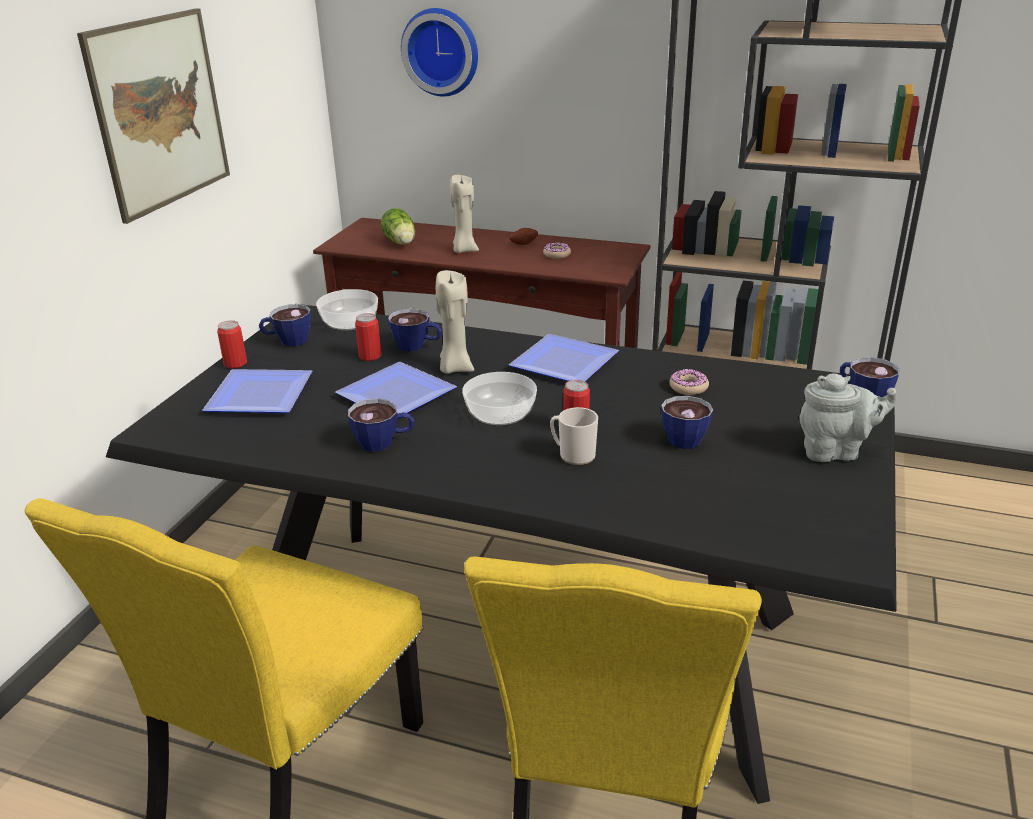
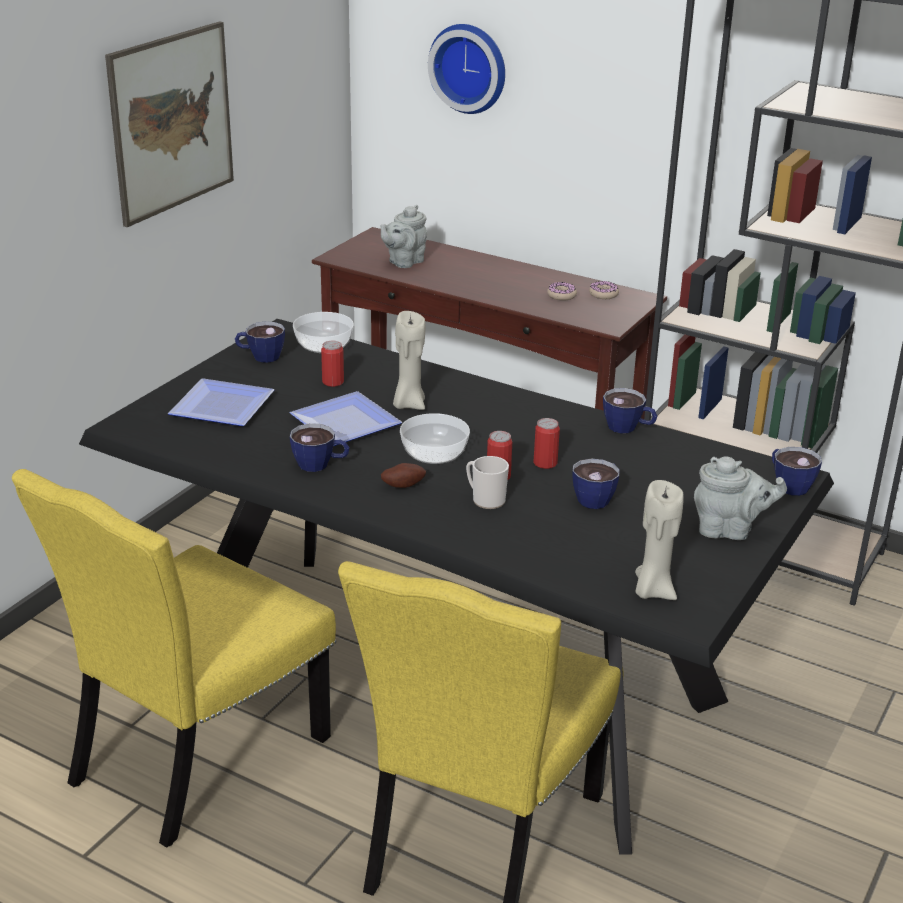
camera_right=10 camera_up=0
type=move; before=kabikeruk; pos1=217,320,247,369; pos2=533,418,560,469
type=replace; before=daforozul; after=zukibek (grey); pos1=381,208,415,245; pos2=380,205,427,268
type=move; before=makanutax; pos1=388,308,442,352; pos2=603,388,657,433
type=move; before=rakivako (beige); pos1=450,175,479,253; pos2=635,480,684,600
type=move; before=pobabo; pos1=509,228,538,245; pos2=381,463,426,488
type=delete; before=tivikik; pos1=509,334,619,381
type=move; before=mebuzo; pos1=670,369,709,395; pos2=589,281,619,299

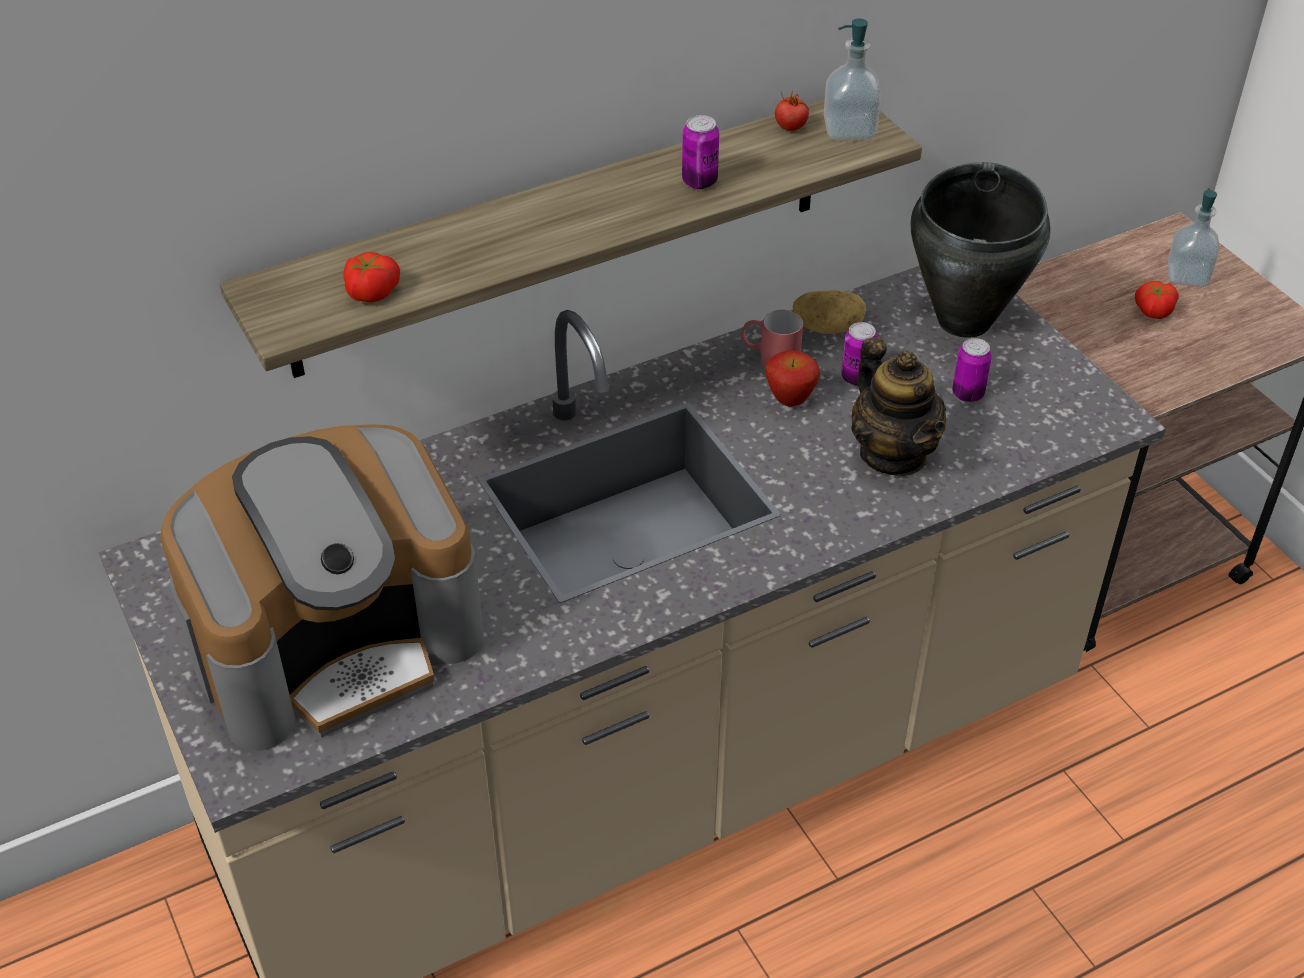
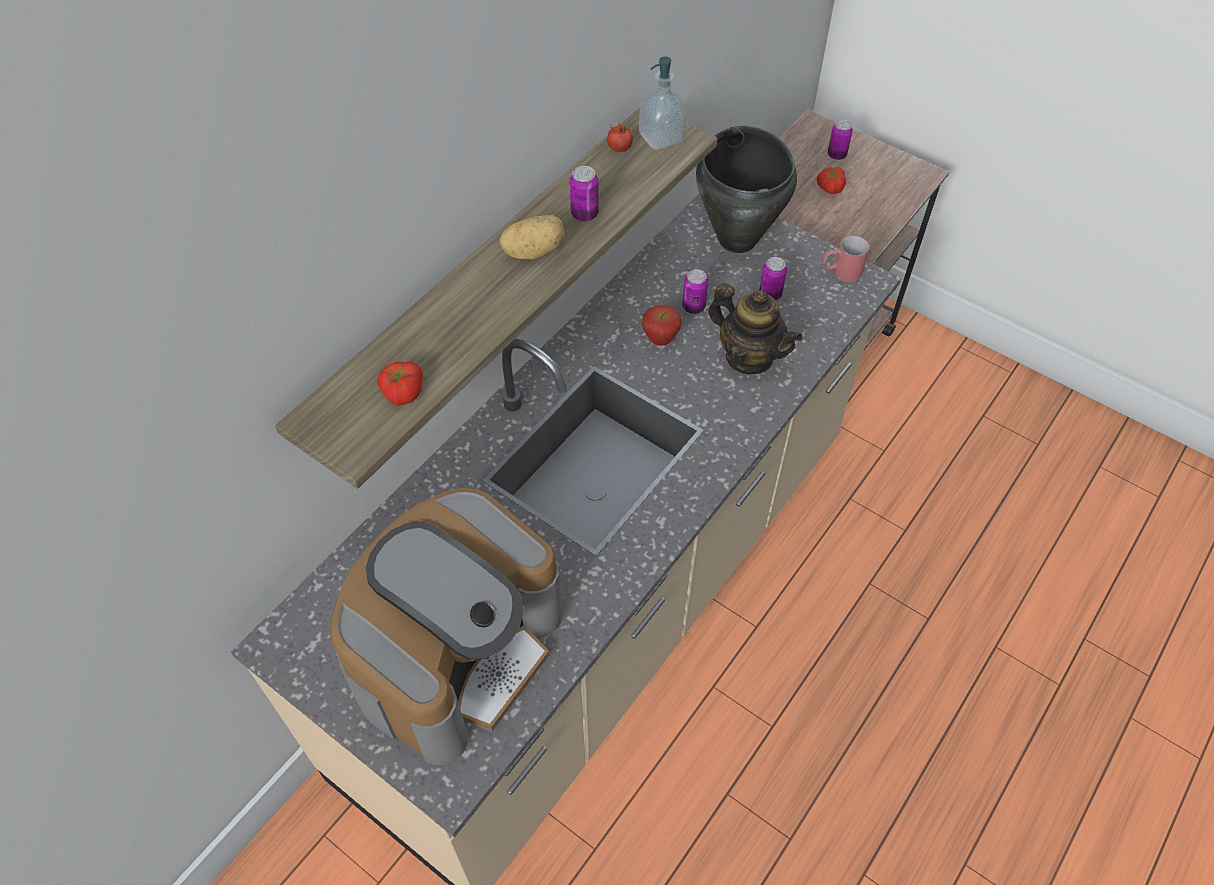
camera_right=-25 camera_up=10
type=move; before=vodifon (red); pos1=741,310,803,369; pos2=822,236,869,282
type=move; before=pobabo; pos1=793,290,866,334; pos2=499,215,565,259
type=replace; before=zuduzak; after=kabikeruk; pos1=1168,188,1219,287; pos2=828,120,853,160

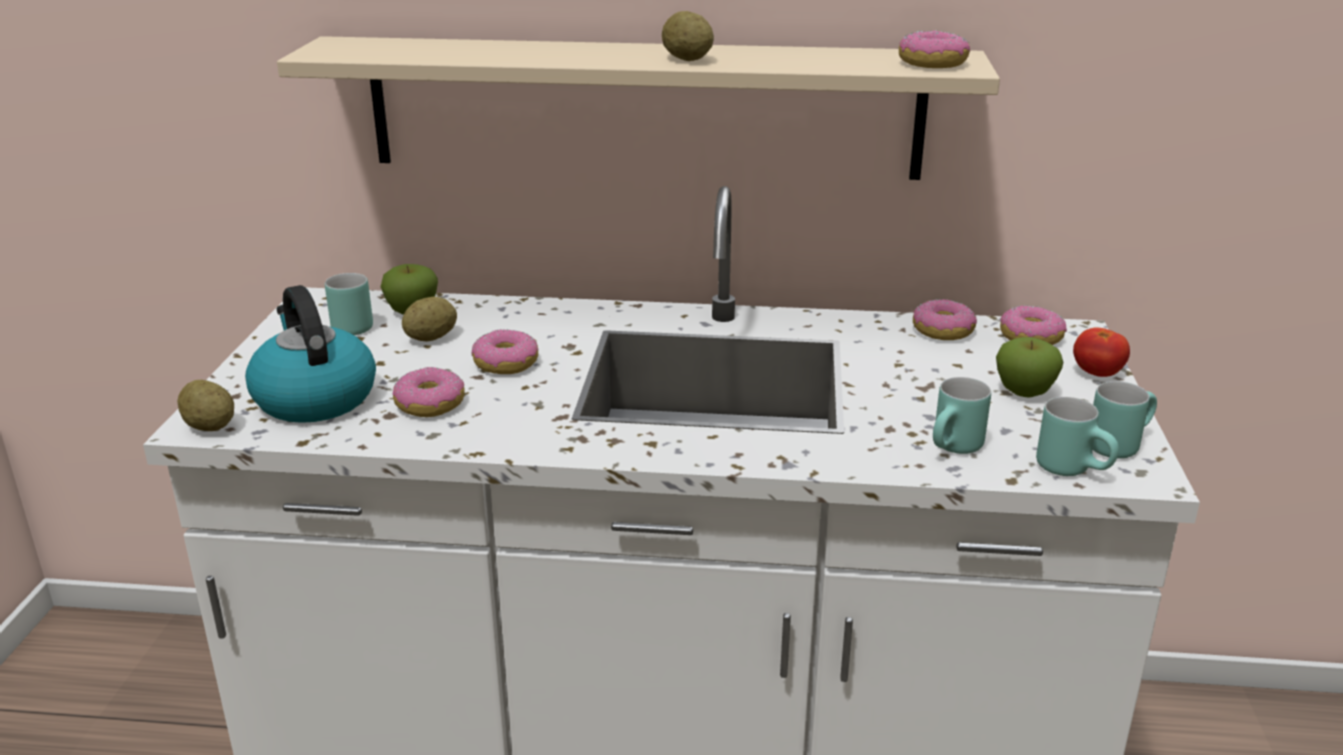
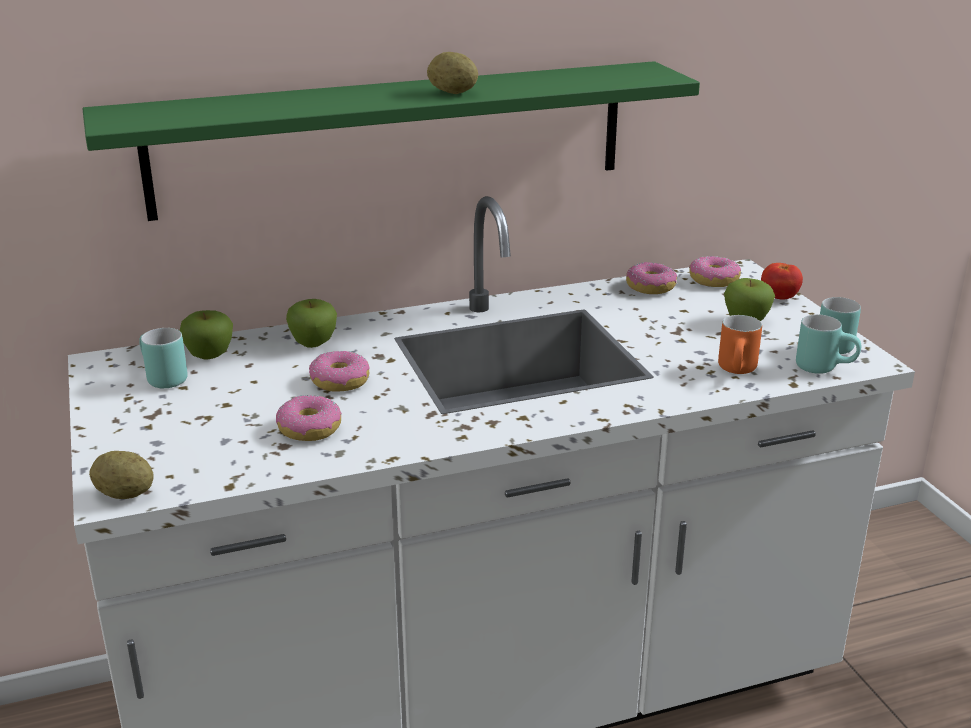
camera_right=-25 camera_up=0
type=delete; before=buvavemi; pos1=245,285,376,423
type=recolor; before=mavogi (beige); after=mavogi (green); pos1=277,36,1000,180; pos2=82,61,700,221
type=delete; before=pobabo; pos1=402,297,457,341
type=delete; before=mebuzo; pos1=899,30,970,68
type=recolor; before=vodifon (turquoise); after=vodifon (orange); pos1=933,377,991,454; pos2=718,315,762,374
type=insert; after=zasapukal; pos2=286,299,337,348

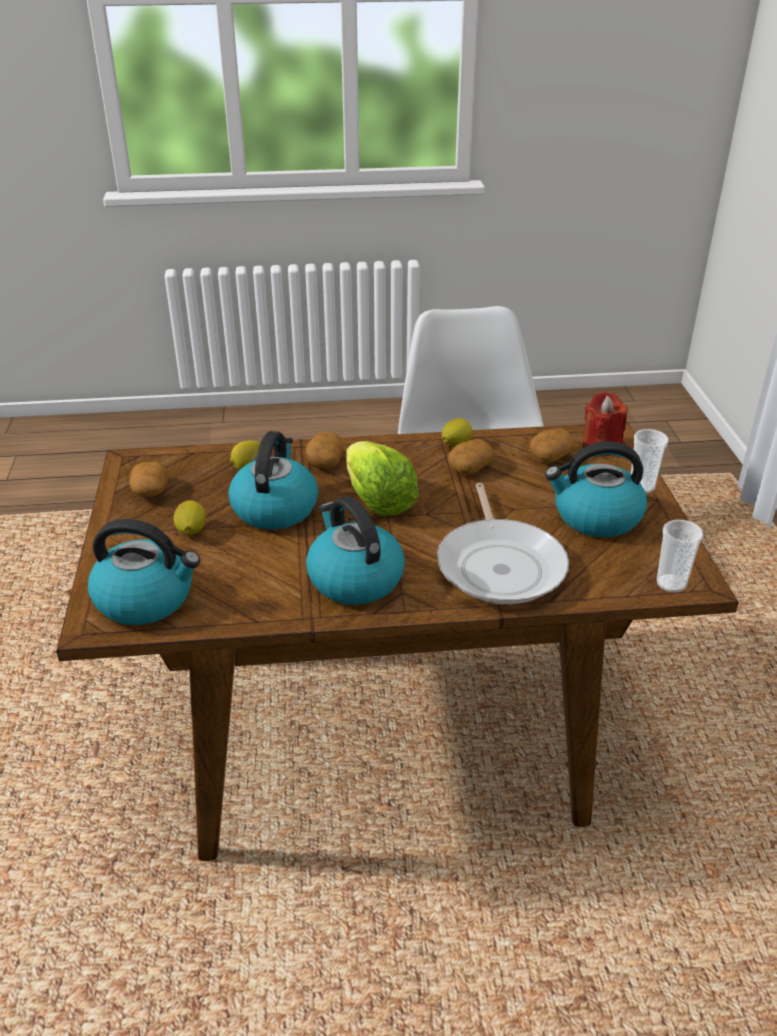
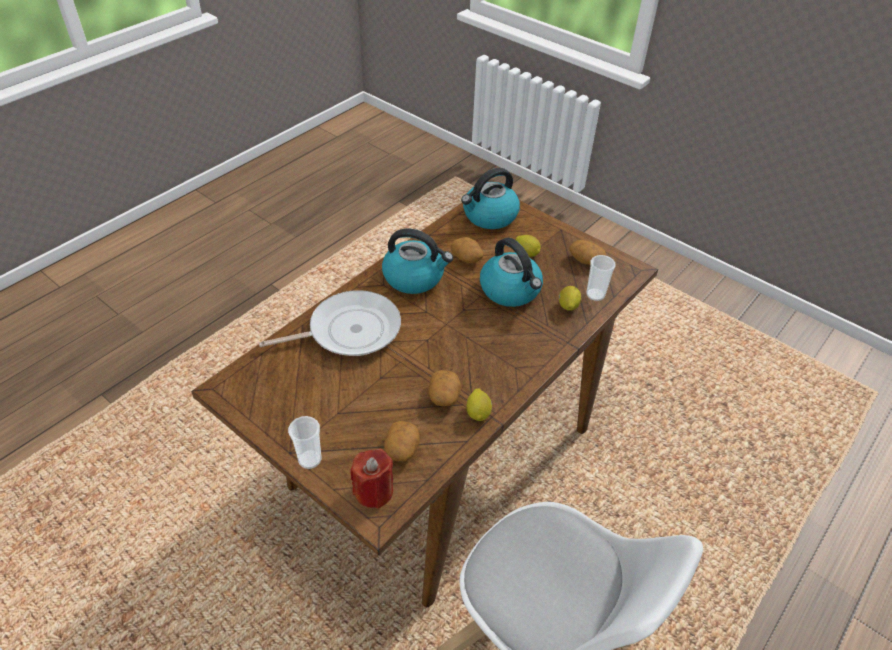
camera_right=135 camera_up=10
type=move; before=pobabo; pos1=306,432,344,468; pos2=451,237,484,264
type=delete; before=daforozul; pos1=346,441,419,516
type=rotate; before=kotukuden; pos1=437,483,569,604; pos2=259,290,401,356; turn=120
type=delete; before=buvavemi; pos1=545,442,647,537
type=move; before=makanutax; pos1=657,520,703,593; pos2=587,255,616,301

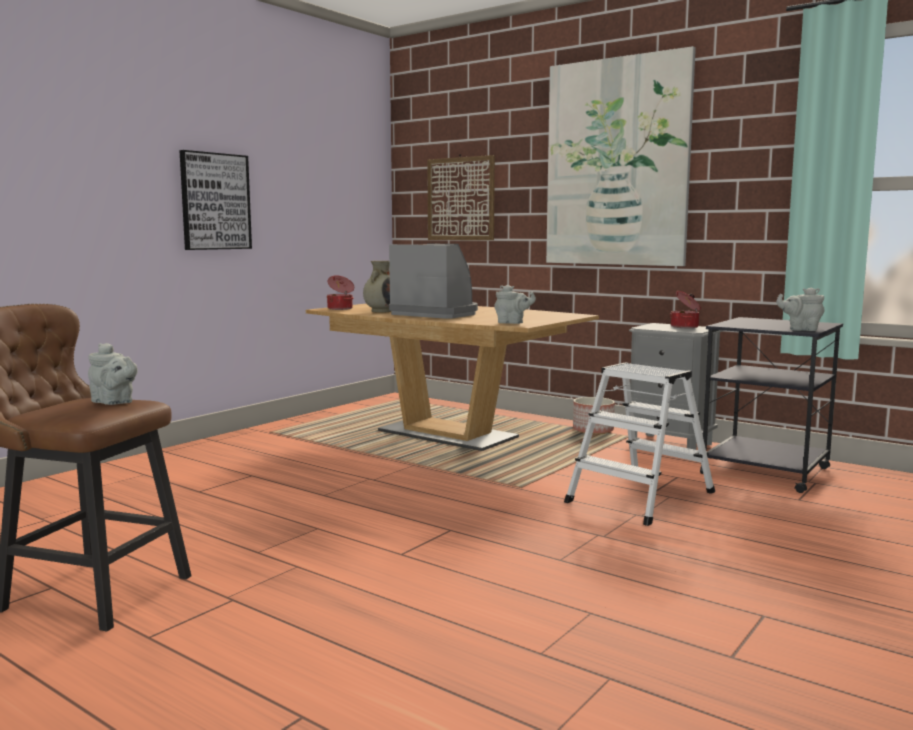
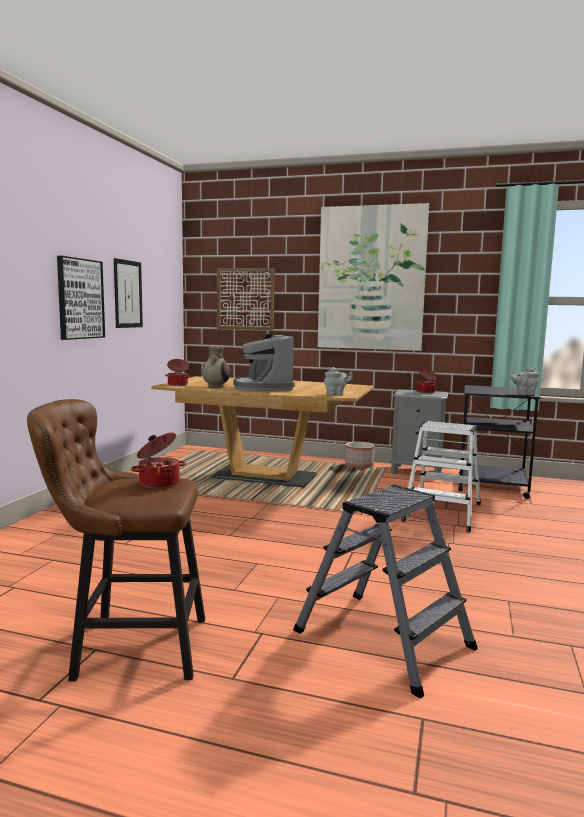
camera_right=-20 camera_up=0
type=replace; before=zukibek (grey); after=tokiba; pos1=88,343,138,405; pos2=131,432,186,488
type=rotate; before=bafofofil; pos1=389,244,478,319; pos2=233,334,295,391; turn=-120
type=insert; after=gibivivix; pos2=114,258,143,328
type=insert; after=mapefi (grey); pos2=293,485,478,698

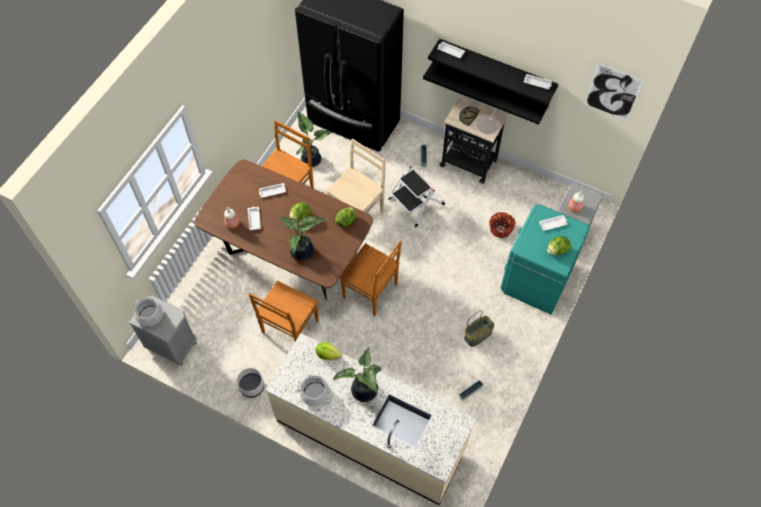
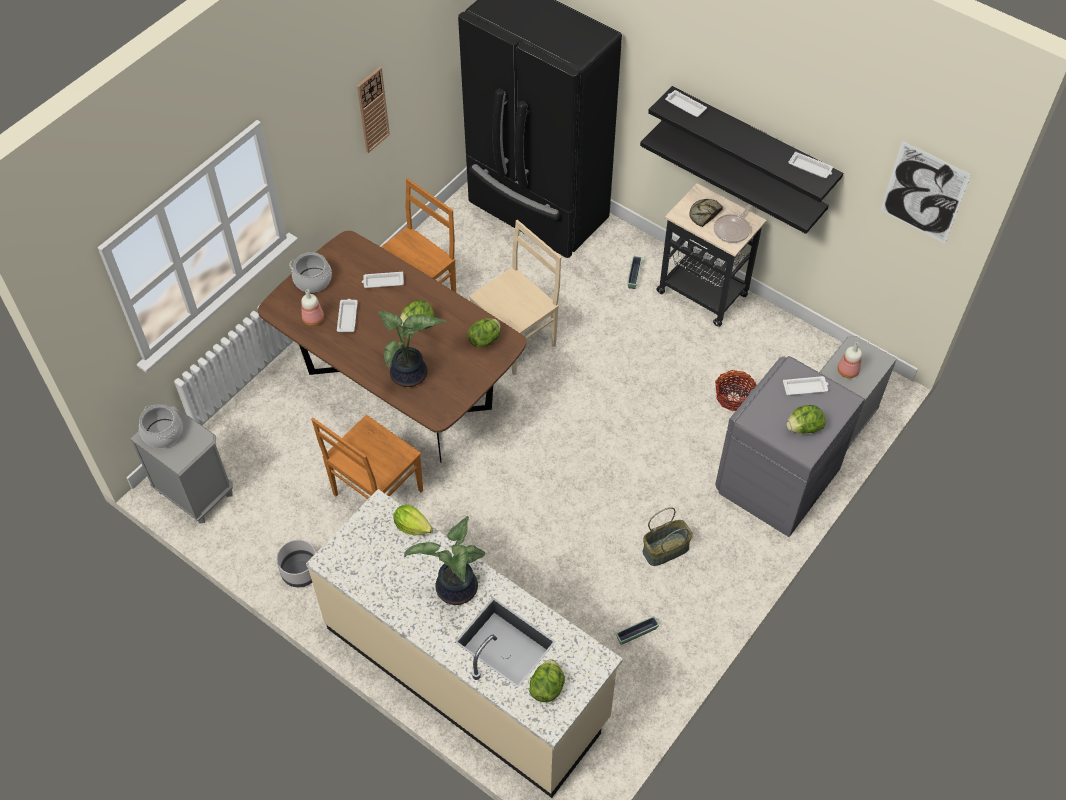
camera_right=10 camera_up=-5
type=delete; before=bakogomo; pos1=296,112,331,167
type=move; before=tokiba; pos1=297,375,331,406; pos2=289,252,332,293
type=delete; before=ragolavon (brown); pos1=340,240,402,316
type=delete; before=mapefi; pos1=388,166,445,228
type=recolor; before=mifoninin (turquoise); after=mifoninin (grey); pos1=501,204,591,315; pos2=715,356,865,537
type=insert; after=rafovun; pos2=357,67,390,153
type=insert; after=daforozul; pos2=529,659,565,702

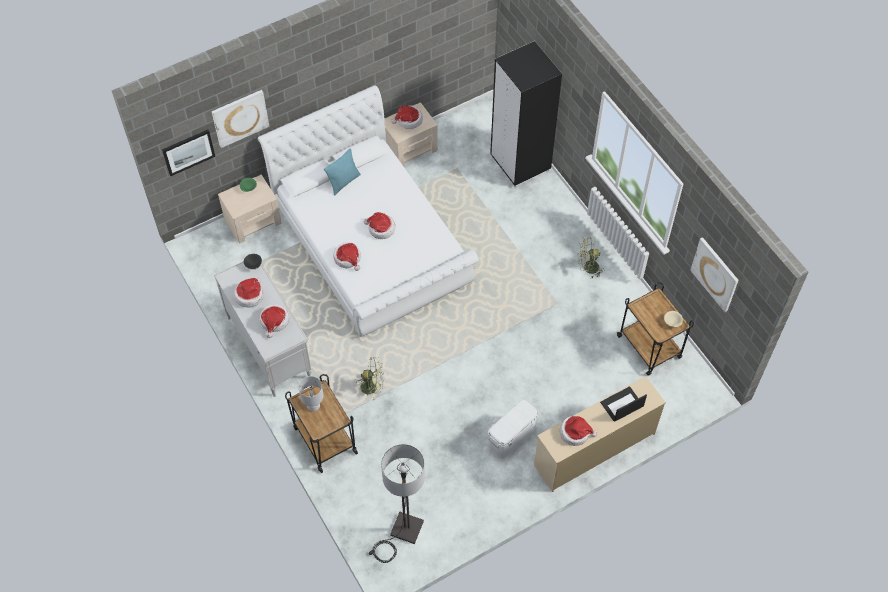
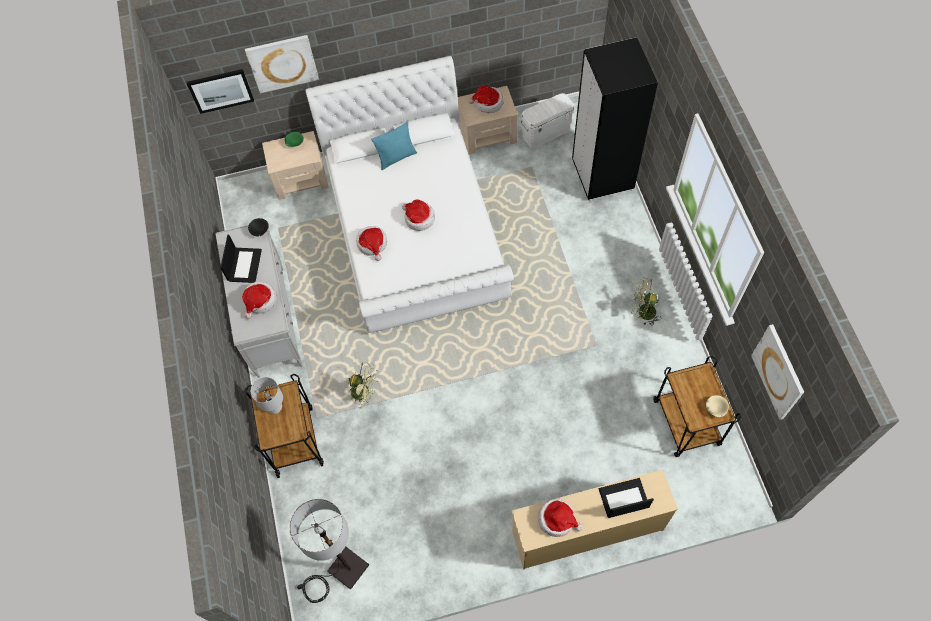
camera_right=20 camera_up=5
type=replace; before=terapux; after=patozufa; pos1=234,277,264,308; pos2=220,234,262,283
type=move; before=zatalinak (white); pos1=488,400,538,459; pos2=521,93,574,148

